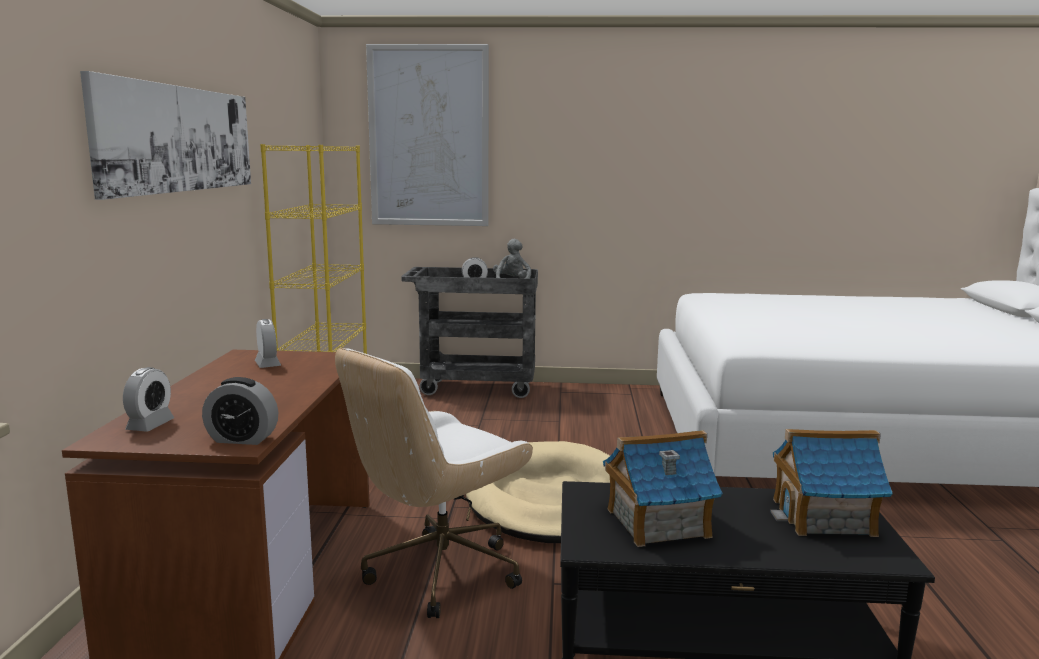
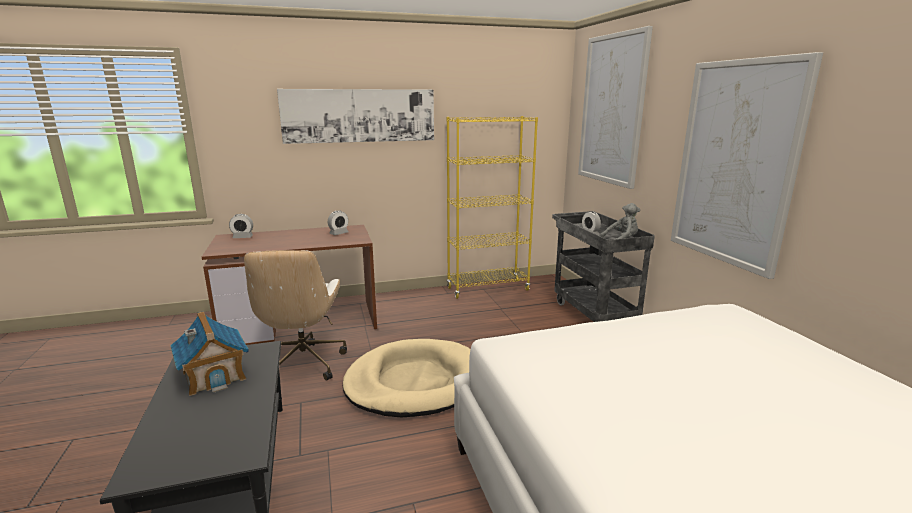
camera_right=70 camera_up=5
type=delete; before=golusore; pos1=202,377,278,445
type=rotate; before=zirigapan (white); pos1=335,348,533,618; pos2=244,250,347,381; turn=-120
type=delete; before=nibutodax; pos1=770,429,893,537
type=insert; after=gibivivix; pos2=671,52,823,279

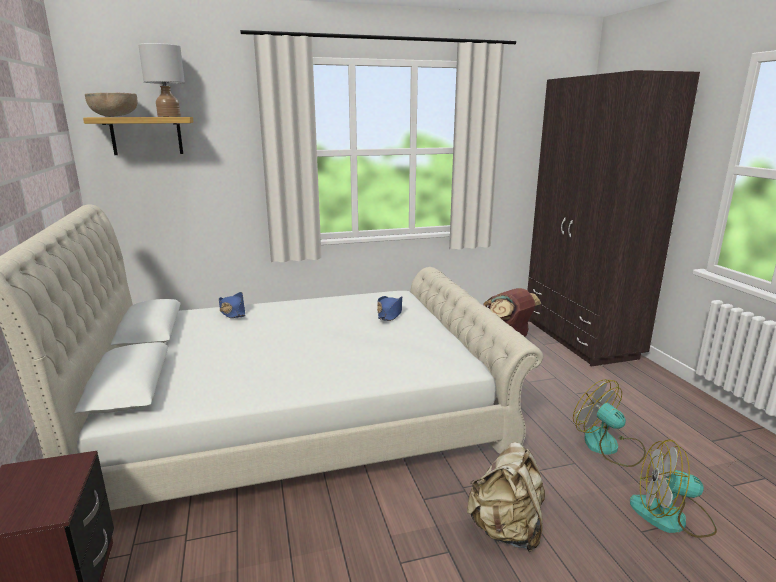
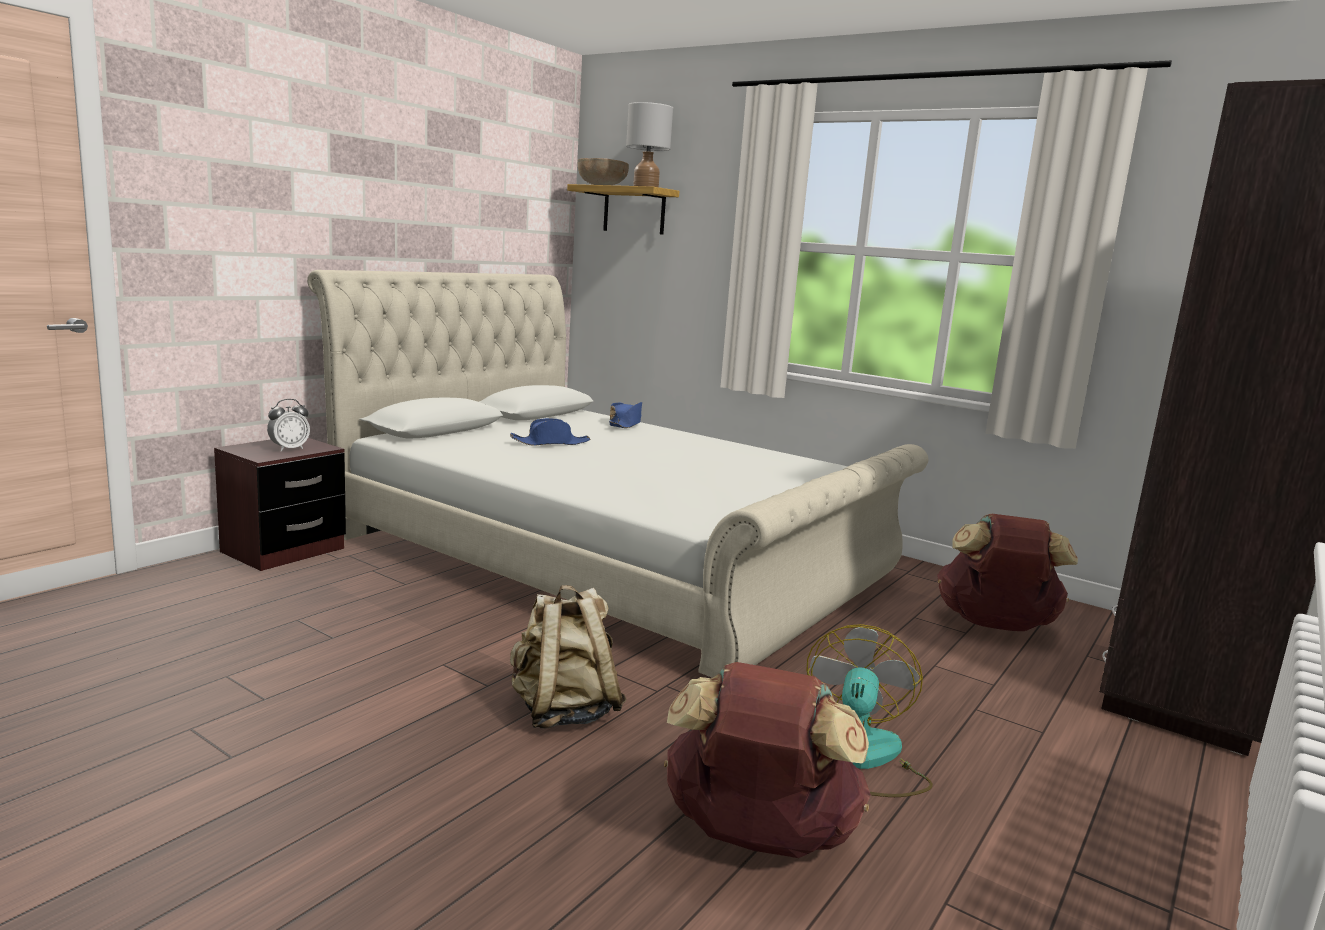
camera_right=50 camera_up=-5
type=move; before=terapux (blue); pos1=377,296,402,321; pos2=510,418,591,446
type=replace; before=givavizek; after=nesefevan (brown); pos1=630,439,717,538; pos2=664,662,871,858
type=insert; after=golusore; pos2=267,399,310,452

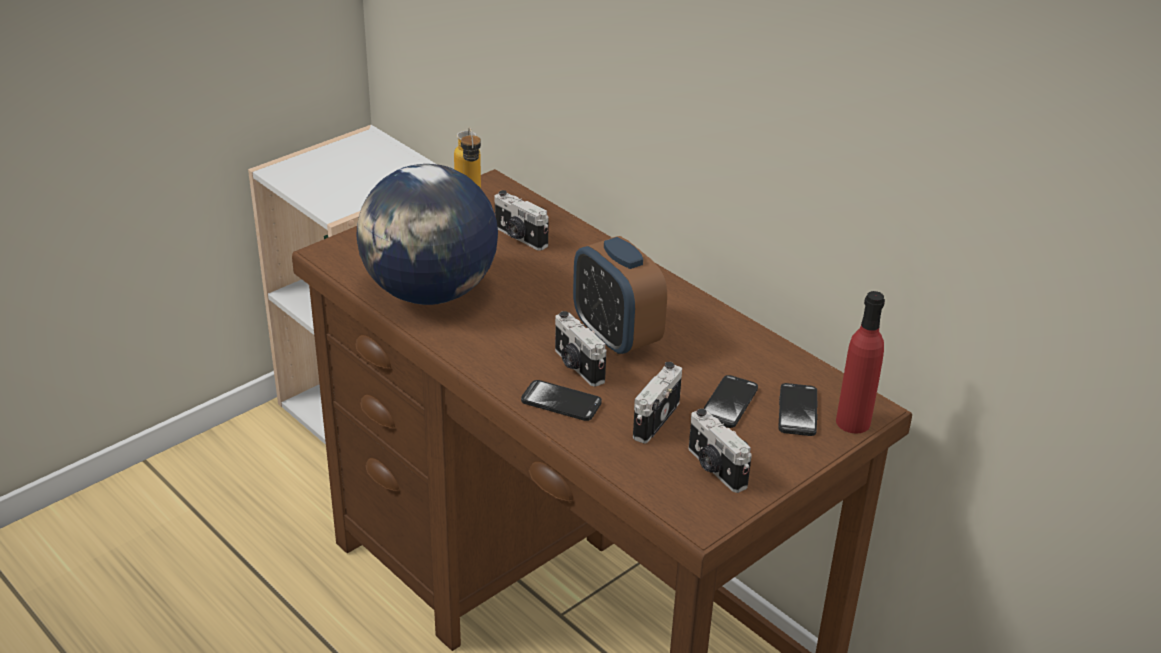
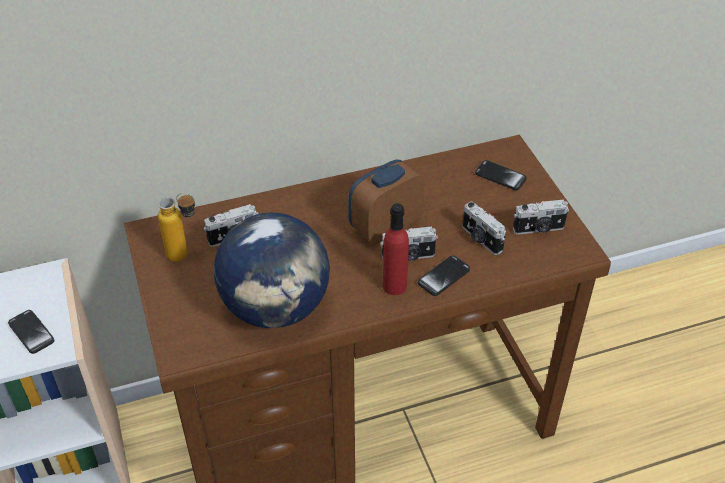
camera_right=-65 camera_up=10
type=rotate; before=golusore; pos1=573,236,667,356; pos2=348,159,425,244; turn=150
type=move; before=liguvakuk; pos1=703,375,758,428; pos2=8,310,54,354
type=move; before=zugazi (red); pos1=836,291,885,433; pos2=383,203,409,295

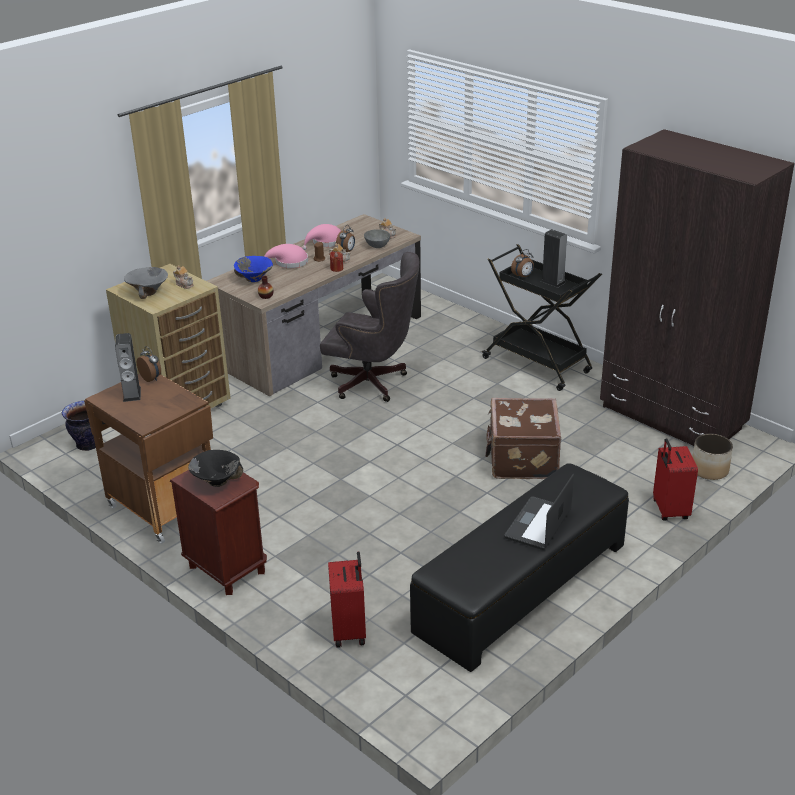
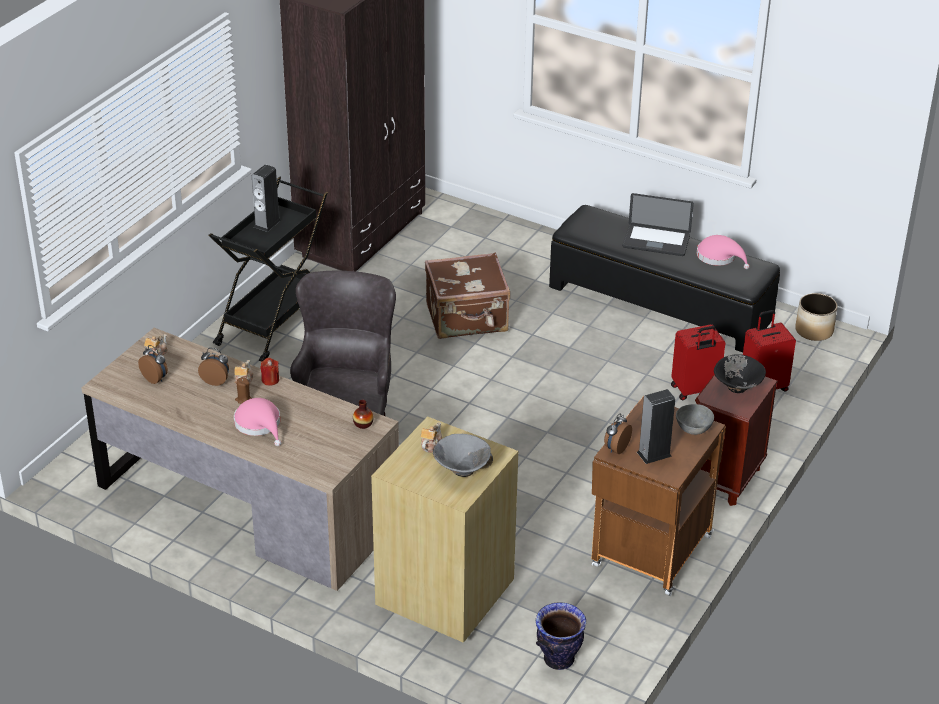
camera_right=-105 camera_up=5
type=delete; before=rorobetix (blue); pos1=234,256,273,282
type=move; before=terapux (pink); pos1=302,224,341,250; pos2=697,235,750,269
type=move; before=rorobetix (grey); pos1=364,229,390,248; pos2=676,404,714,435
type=move; before=golusore; pos1=511,249,534,278; pos2=138,345,168,384
type=move; before=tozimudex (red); pos1=653,438,698,521; pos2=671,324,725,400
type=move; before=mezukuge; pos1=692,434,733,480; pos2=795,293,838,341

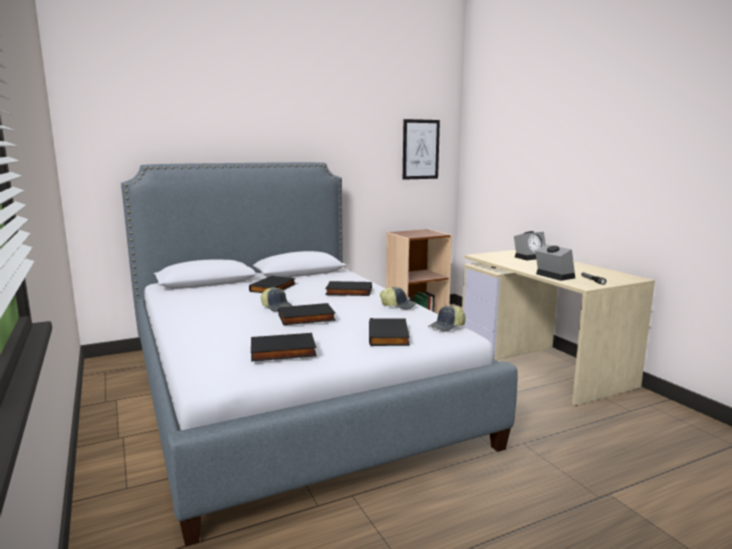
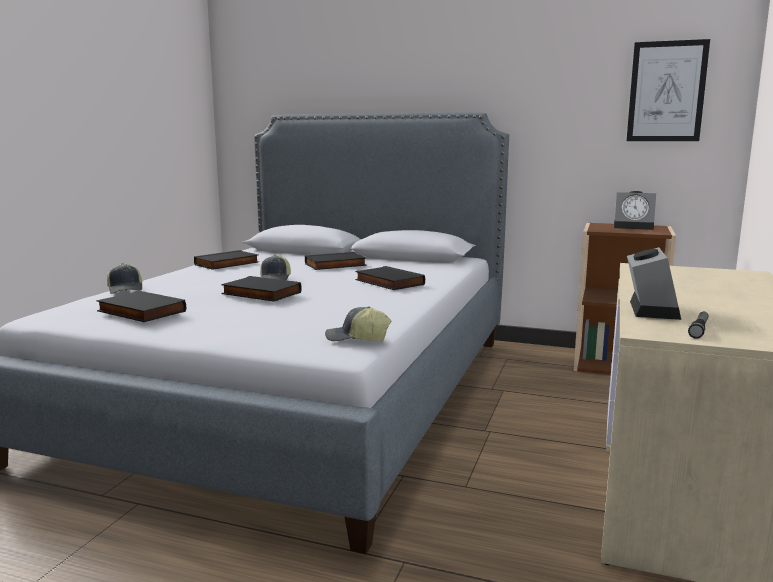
camera_right=45 camera_up=0
type=move; before=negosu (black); pos1=369,318,410,346; pos2=194,250,259,270
type=move; before=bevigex; pos1=380,287,417,309; pos2=107,263,143,294
type=move; before=golusore; pos1=514,231,546,260; pos2=614,191,656,230

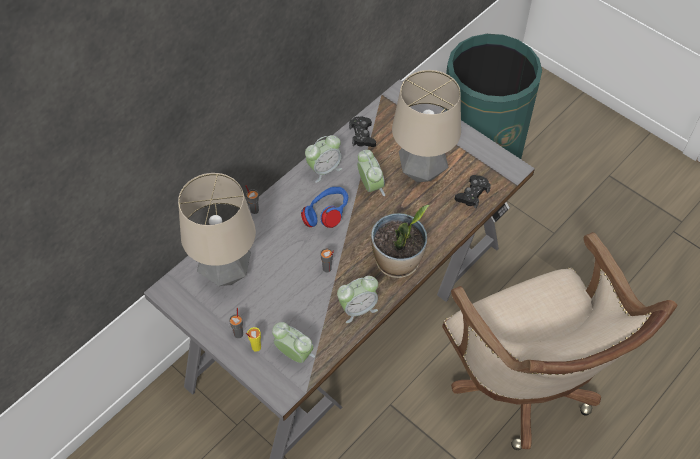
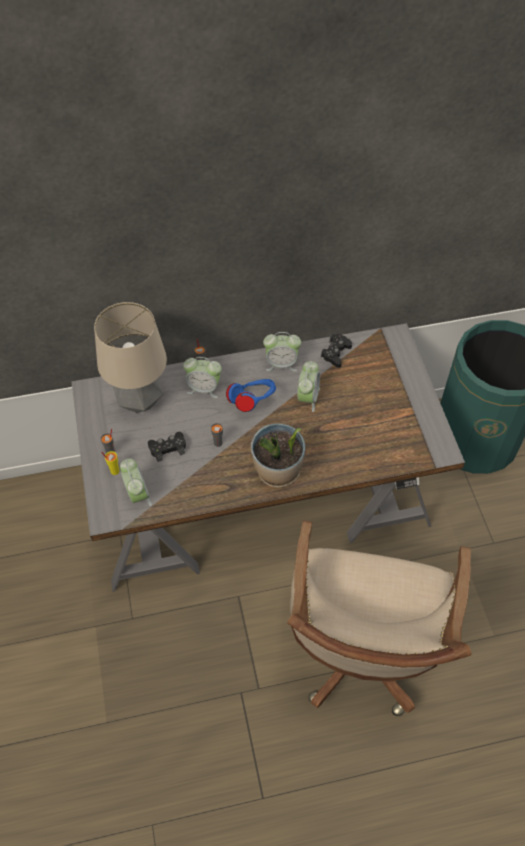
camera_right=35 camera_up=0
type=move; before=golusore; pos1=337,276,378,323; pos2=183,357,222,398
type=delete; before=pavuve; pos1=392,70,461,182
type=move; before=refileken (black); pos1=455,175,491,209; pos2=148,432,186,462

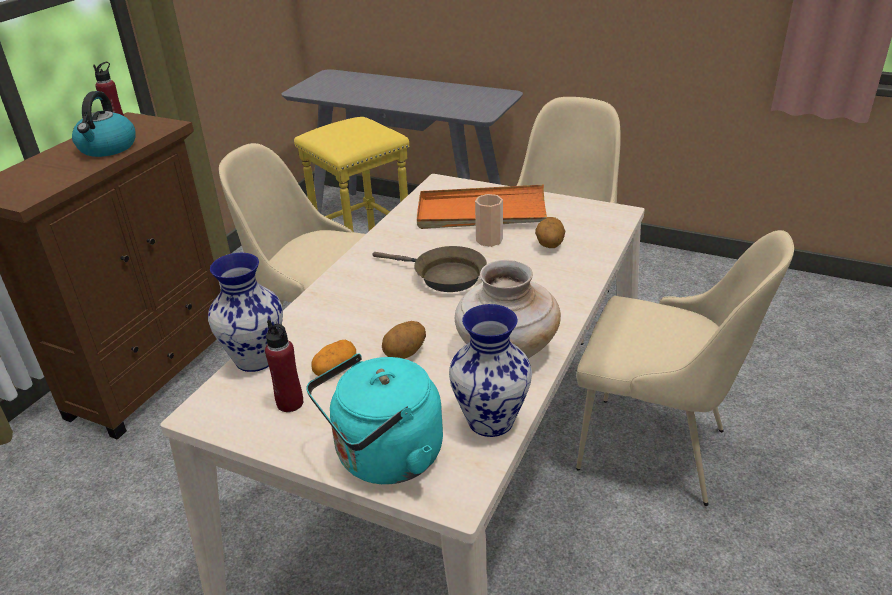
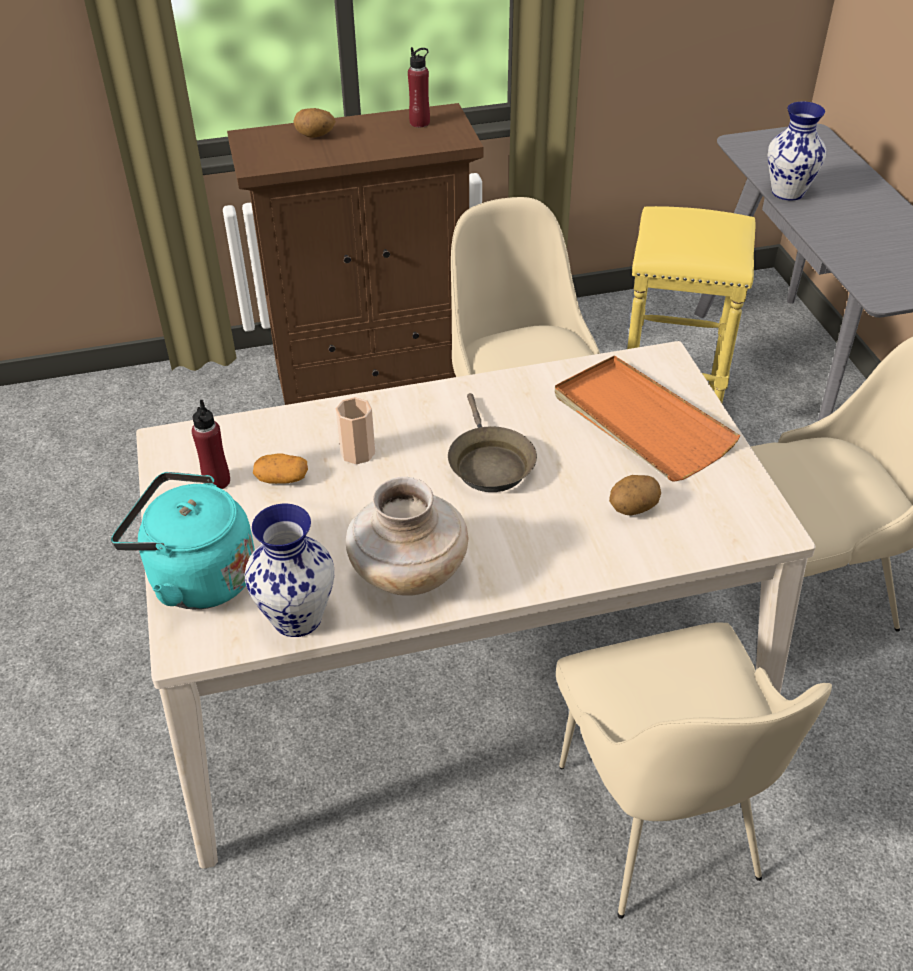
camera_right=50 camera_up=10
type=delete; before=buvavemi; pos1=72,91,135,157
type=move; before=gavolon; pos1=208,253,283,372; pos2=768,102,826,201
type=move; before=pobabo; pos1=382,321,426,359; pos2=294,108,336,138
type=move; before=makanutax; pos1=475,194,503,247; pos2=336,397,375,464

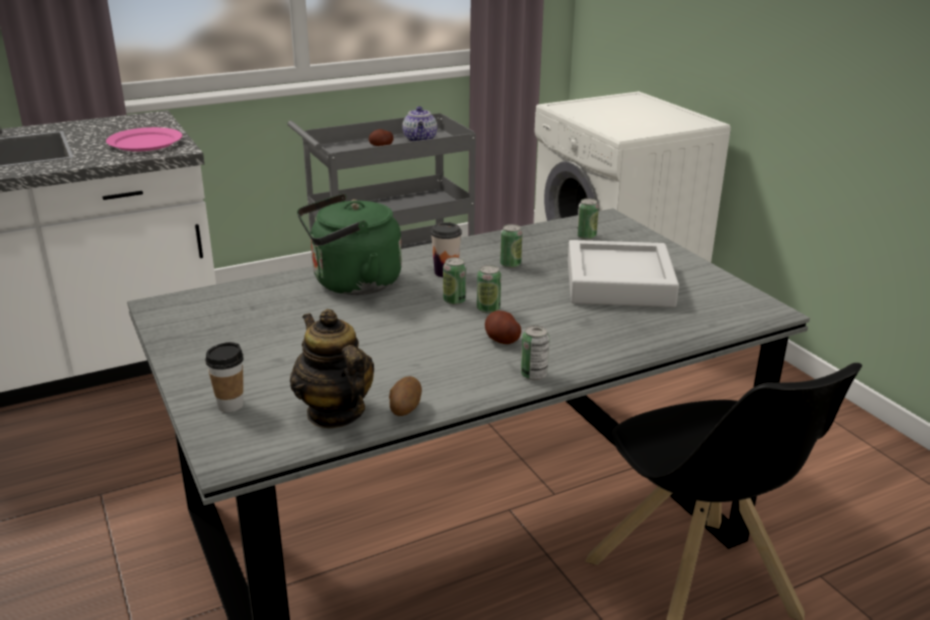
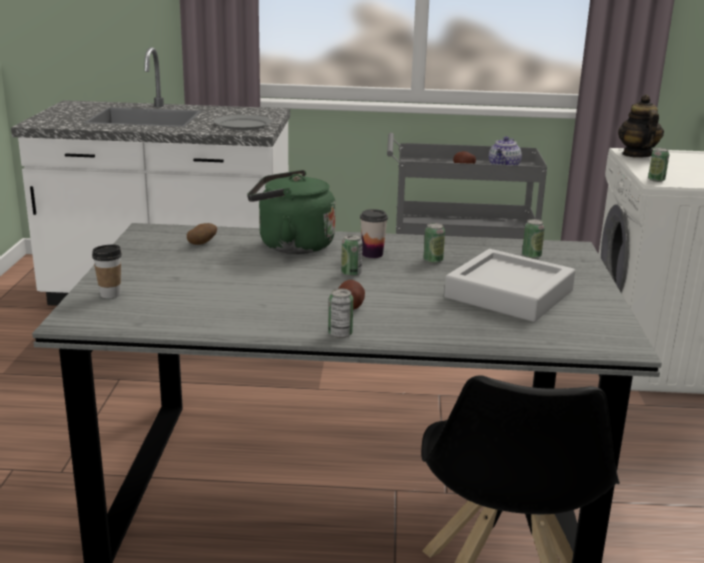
camera_right=30 camera_up=-5
type=recolor; before=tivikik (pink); after=tivikik (grey); pos1=106,127,182,151; pos2=214,115,272,130
type=move; before=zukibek; pos1=290,309,374,428; pos2=618,94,664,158
type=move; before=pobabo; pos1=389,376,422,416; pos2=187,223,217,245
type=move; before=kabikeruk; pos1=477,265,501,313; pos2=648,148,669,182

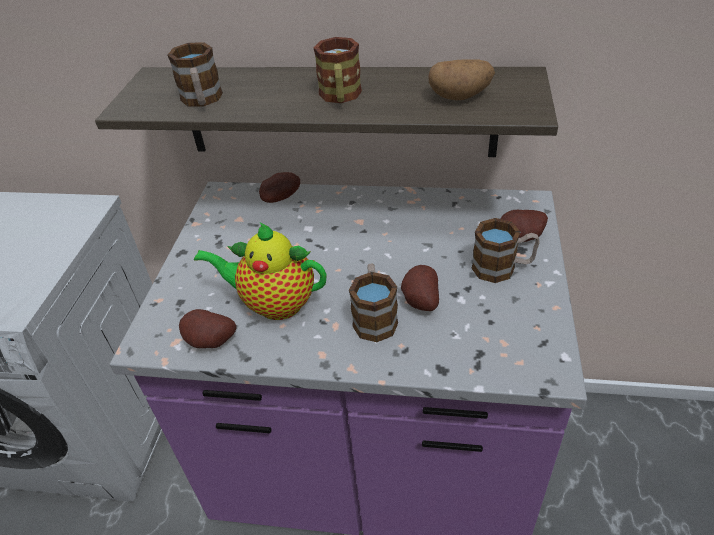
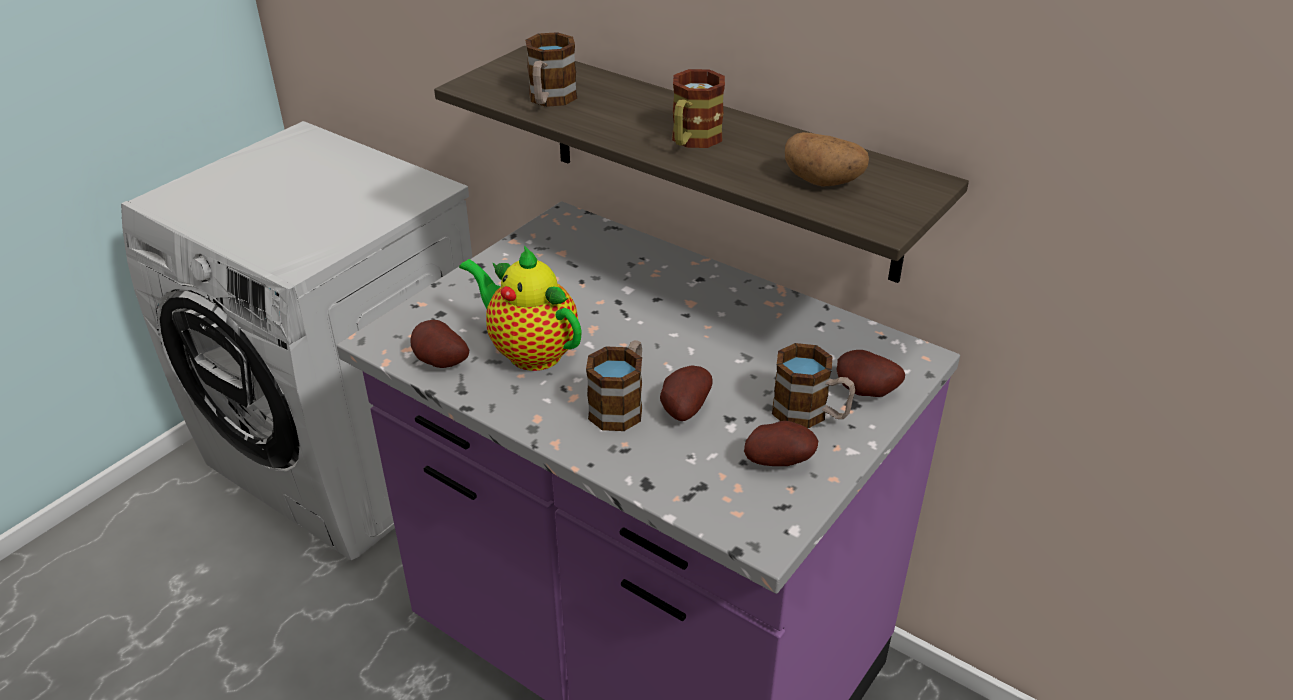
camera_right=25 camera_up=-5
type=move; before=pobabo; pos1=259,172,300,203; pos2=744,421,818,466

